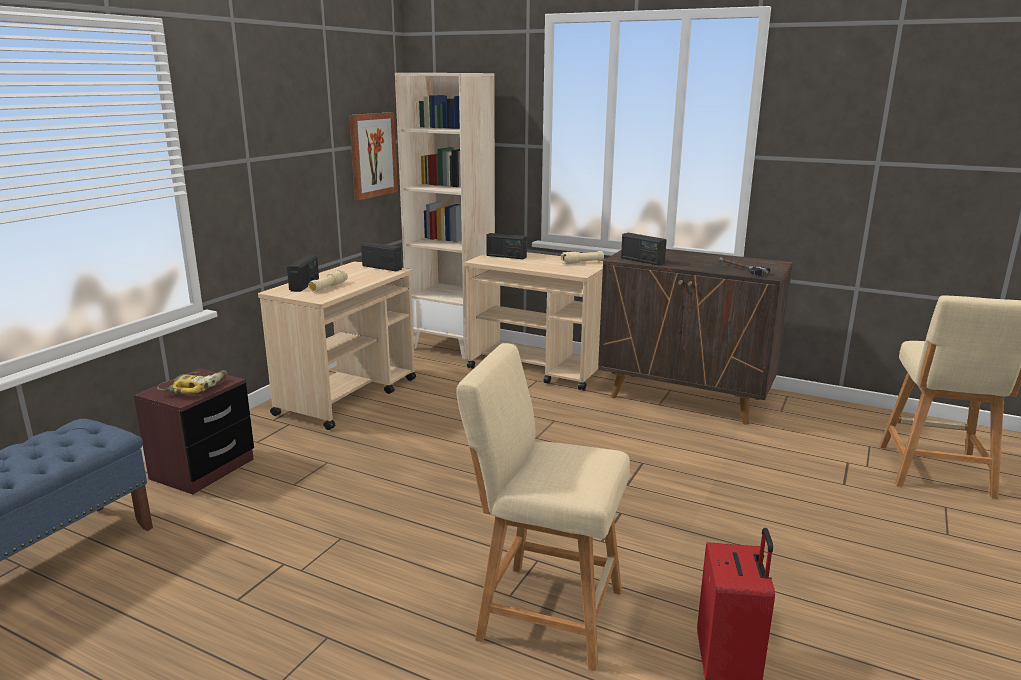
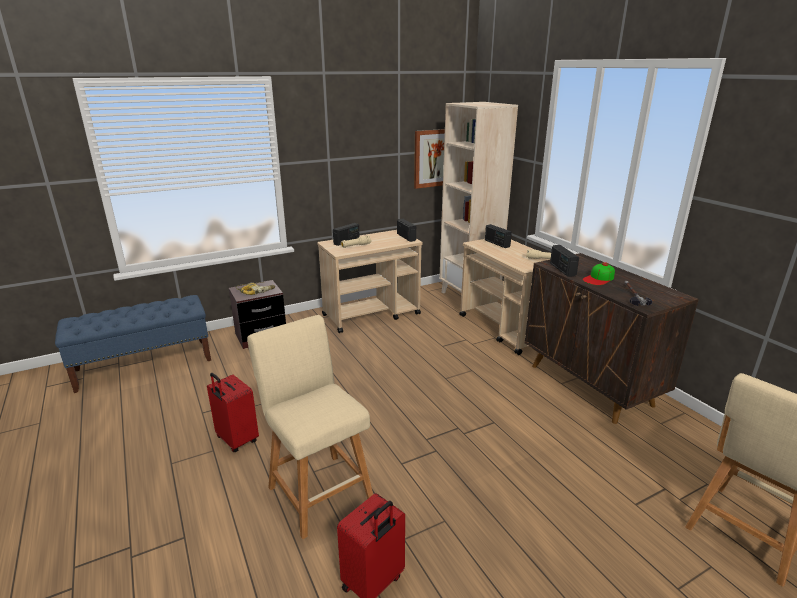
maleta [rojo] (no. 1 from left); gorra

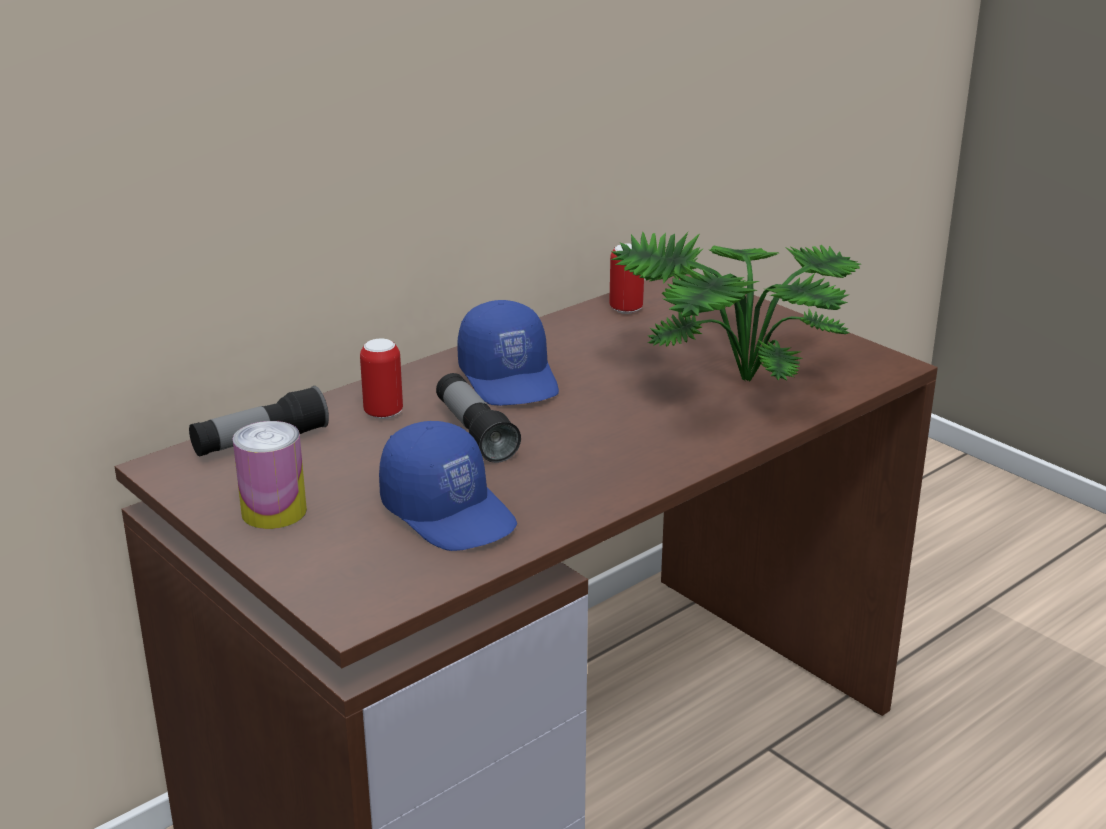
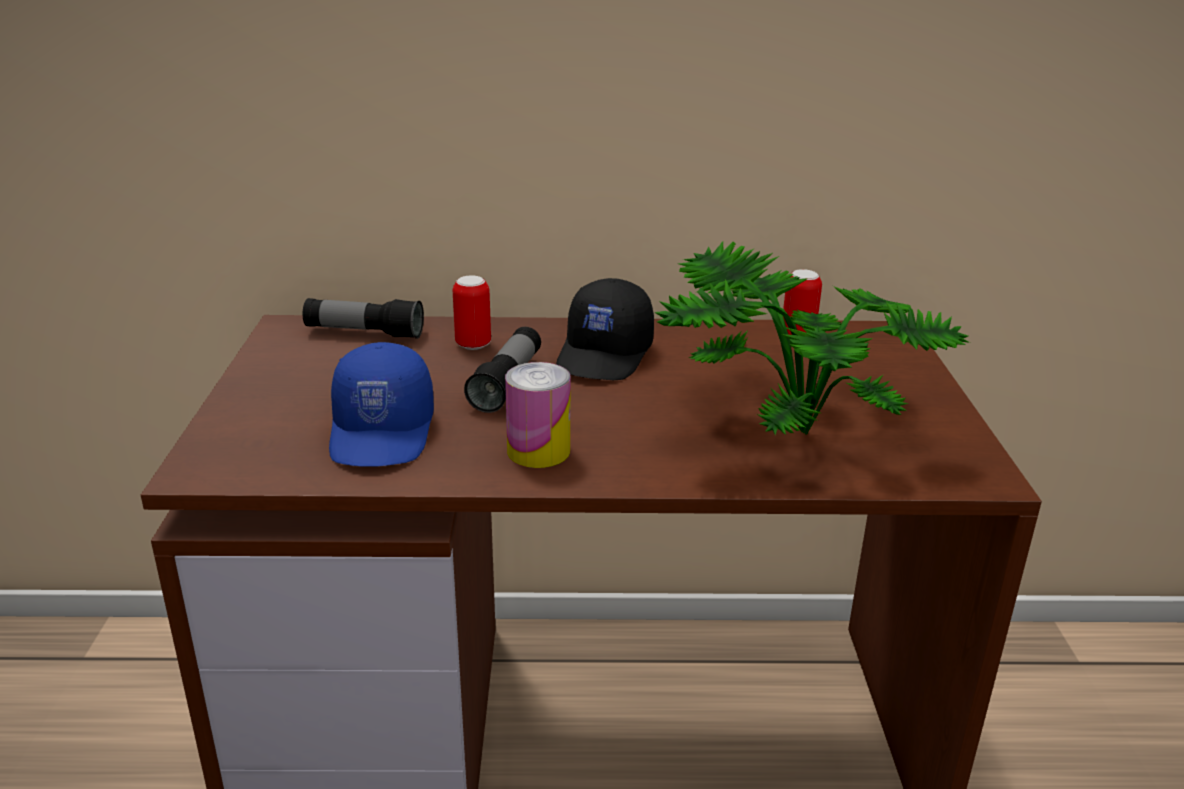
lata (no. 2 from left); gorra [negro]

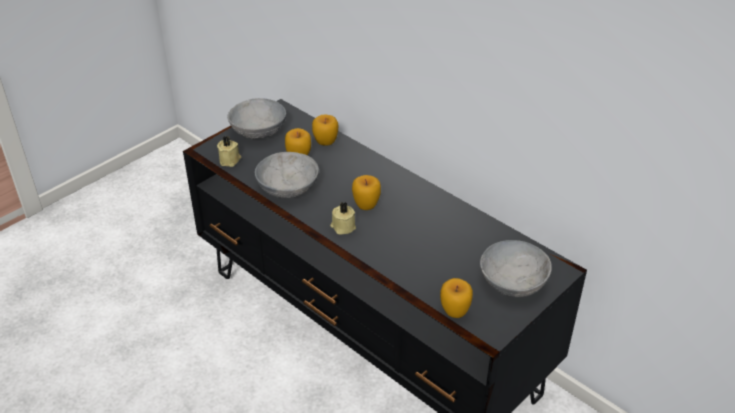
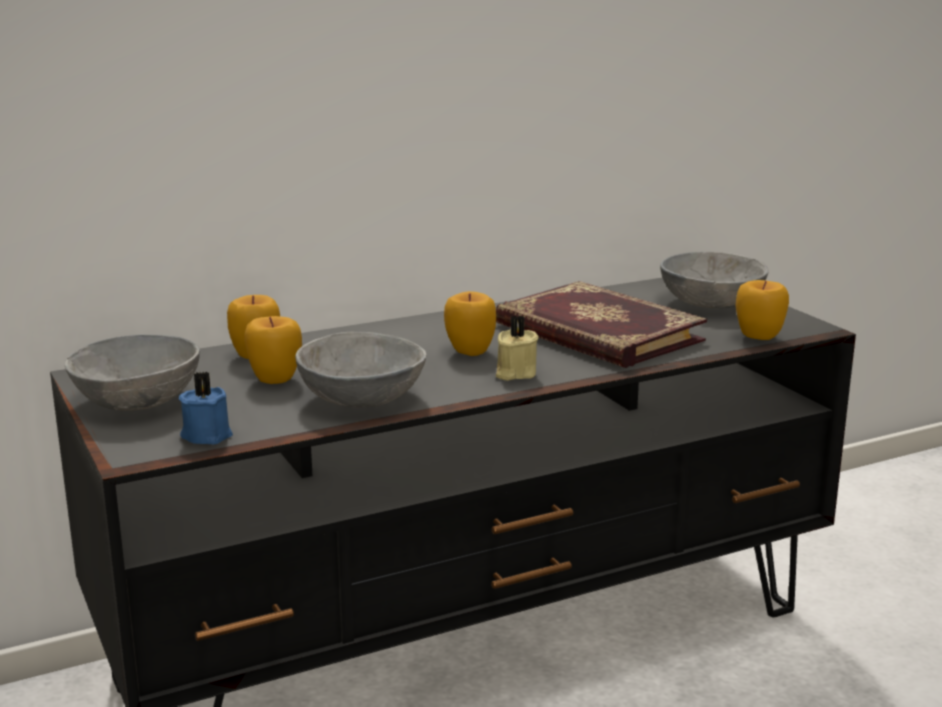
vela [azul]; libro

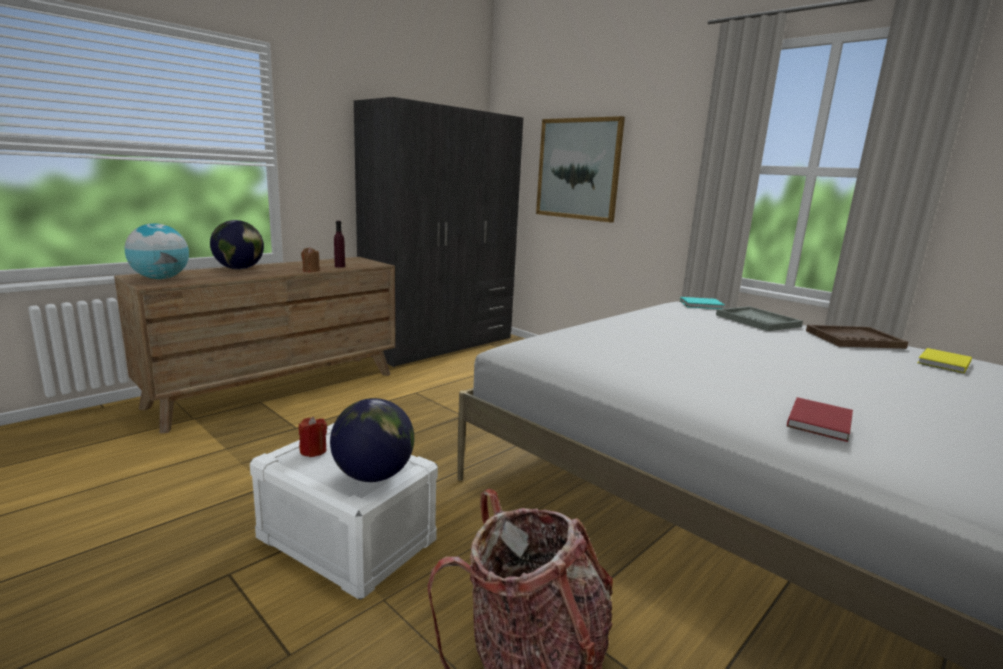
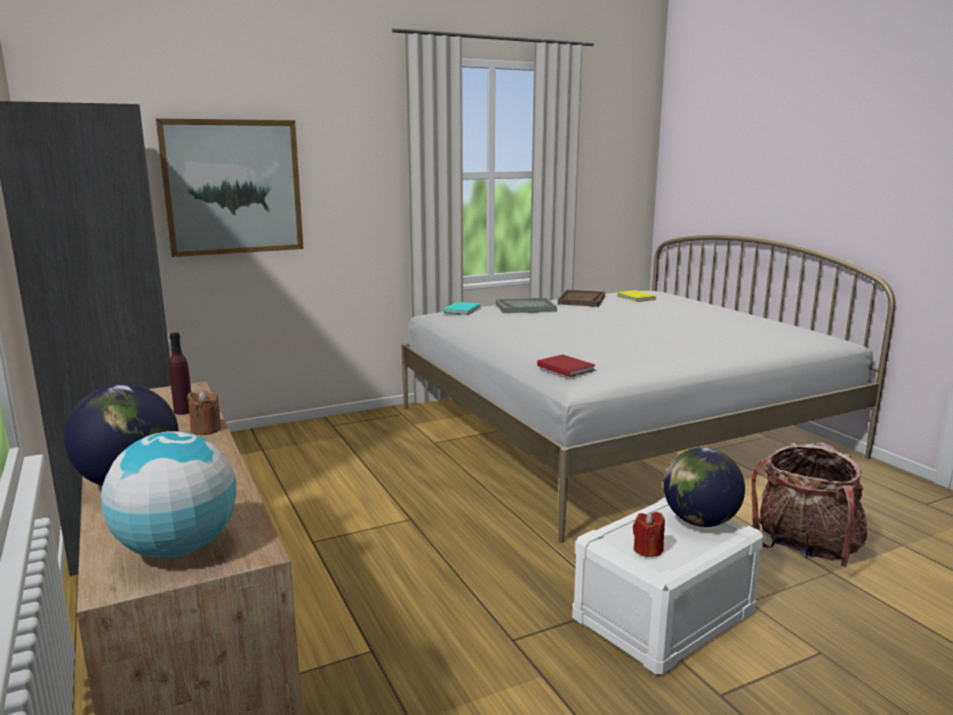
libro [rojo]

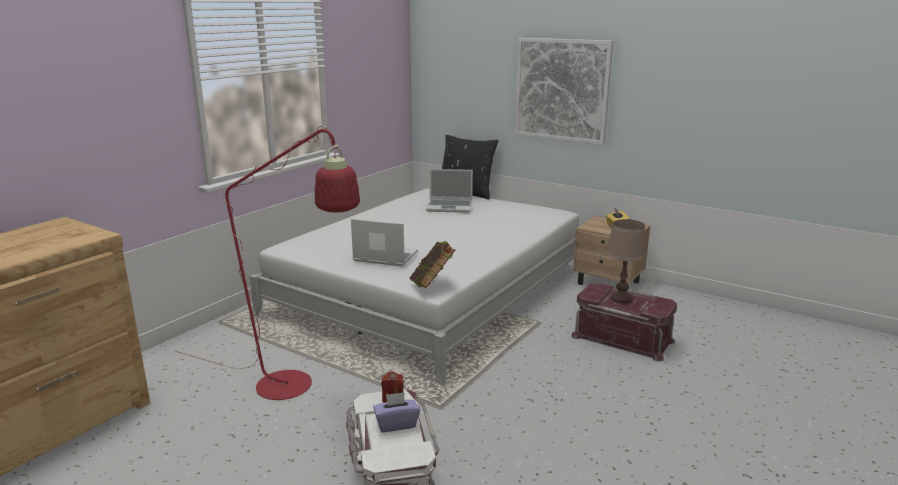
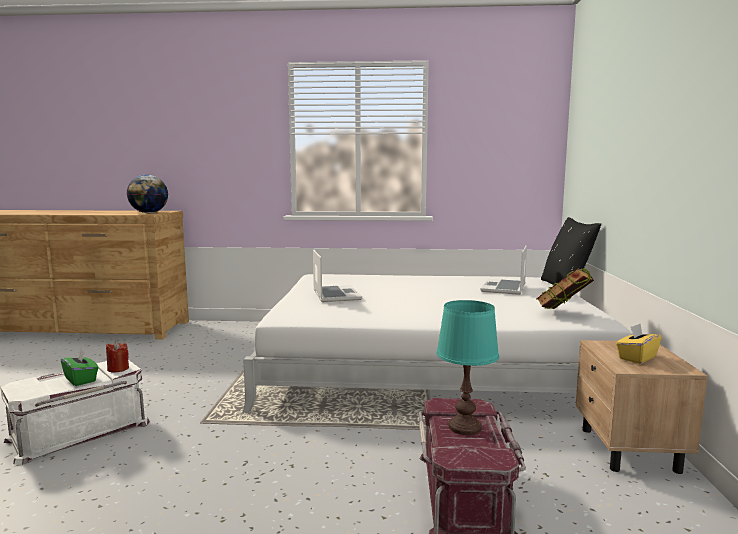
lámpara de pie [rojo]; caja de pañuelos [verde]; libro; portátil (no. 2 from left); cuadro; lámpara de mesa [turquesa]; globo terráqueo

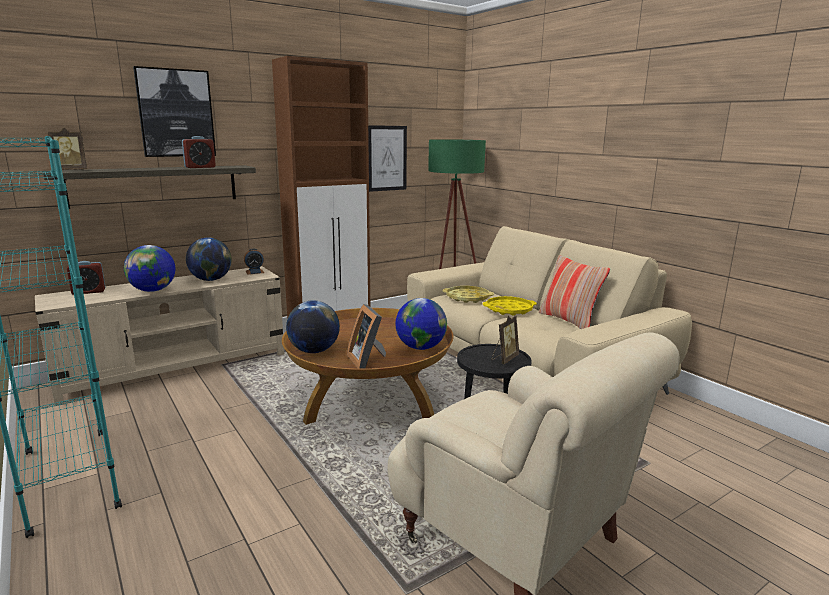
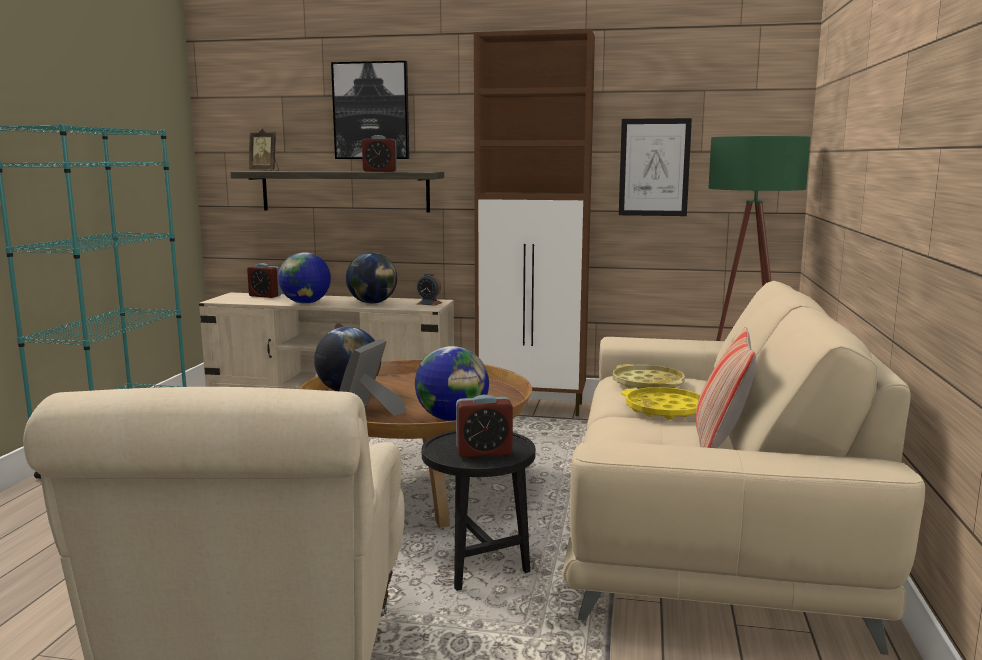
despertador (no. 4 from left)

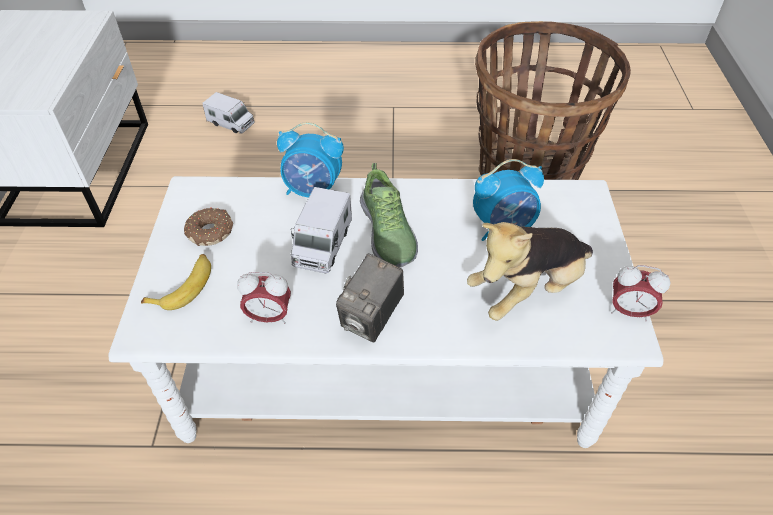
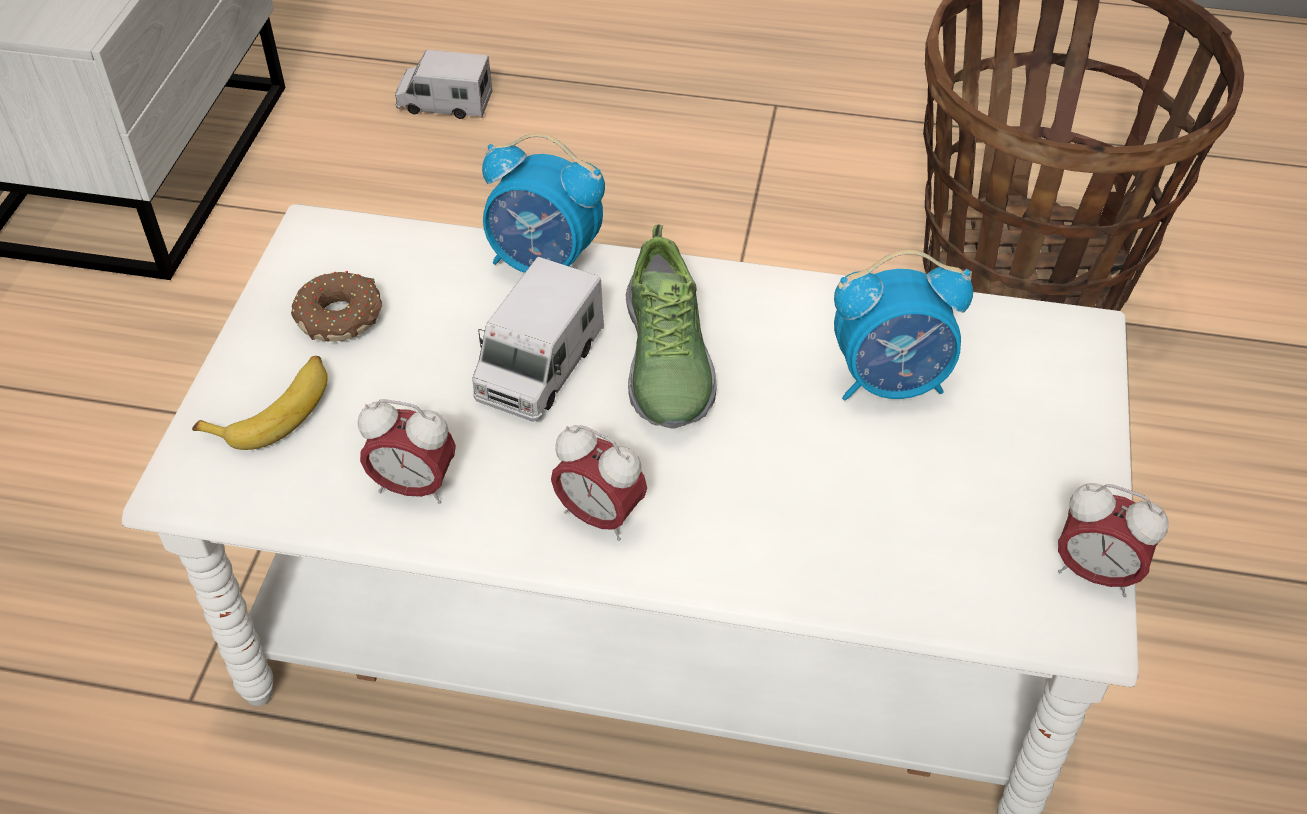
camión de juguete (no. 1 from left); despertador (no. 3 from left); peluche

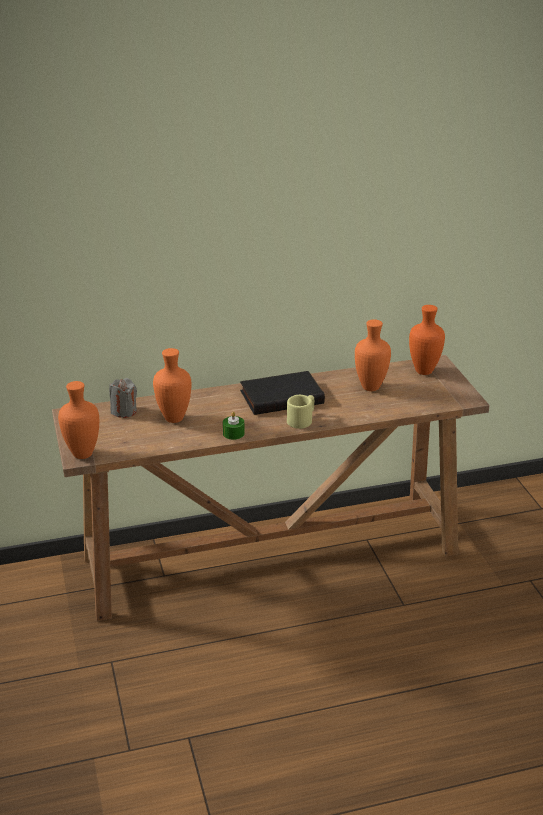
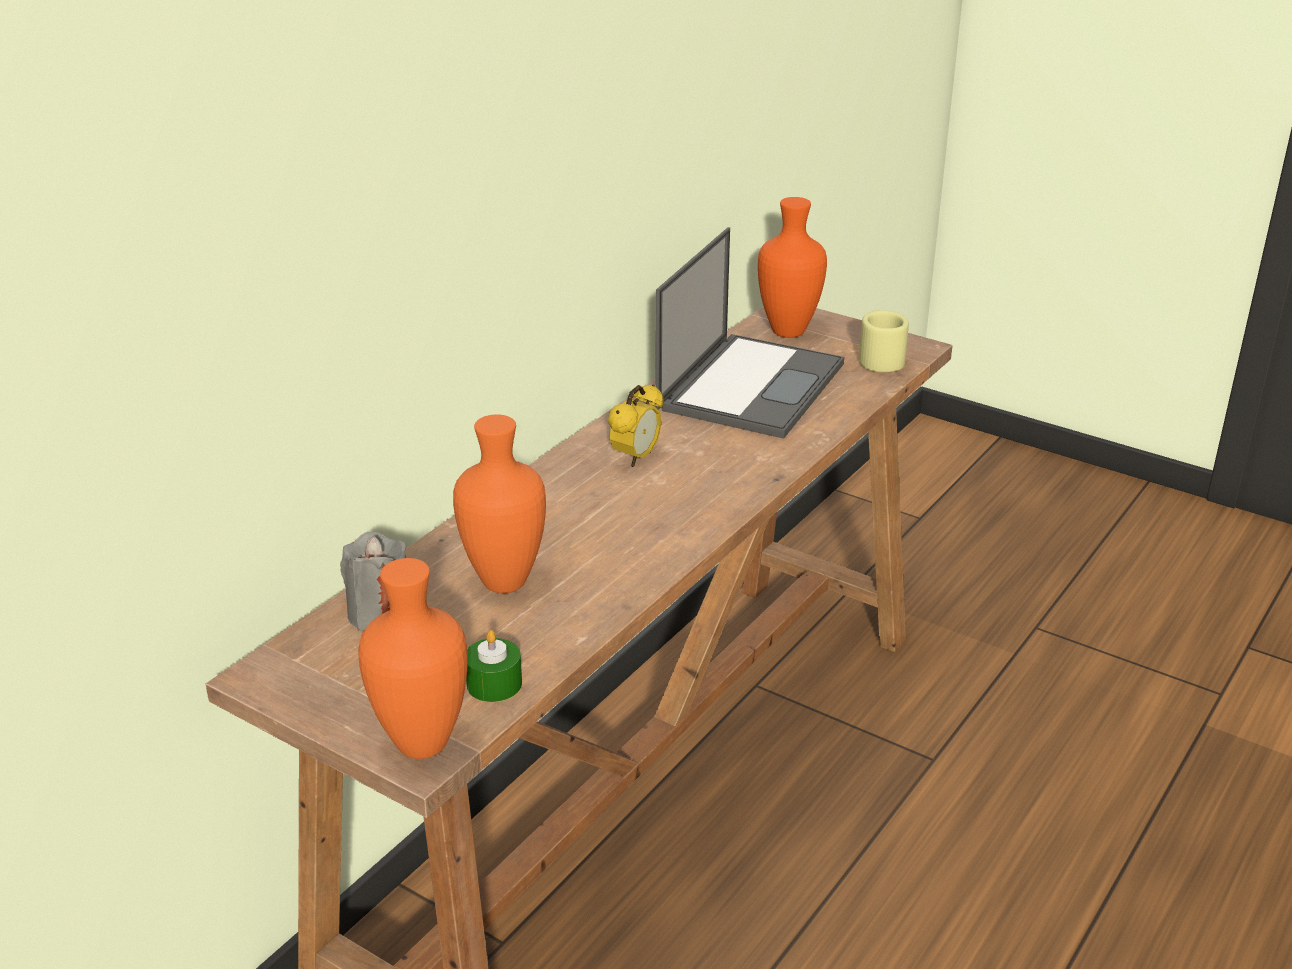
vela [verde]; despertador; taza grande [beis]; portátil

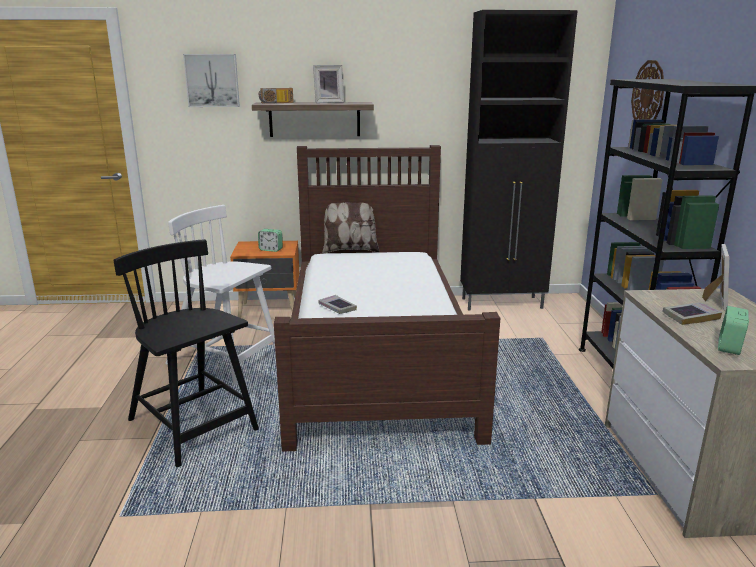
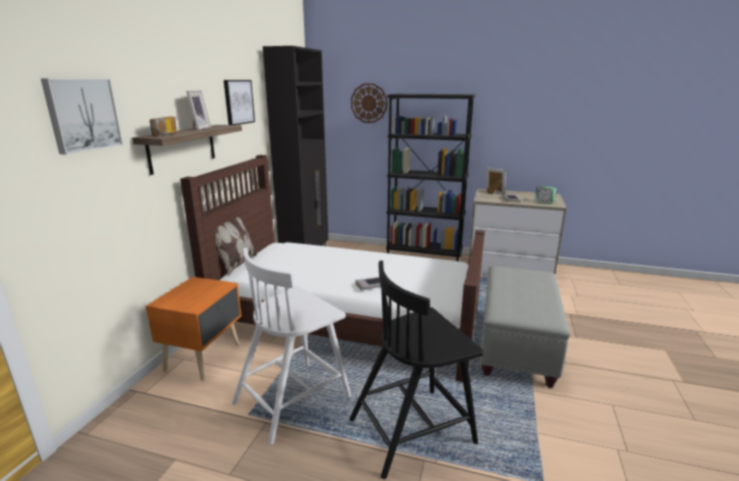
despertador (no. 1 from left in the first image); cuadro (no. 2 from left); puf [gris]

